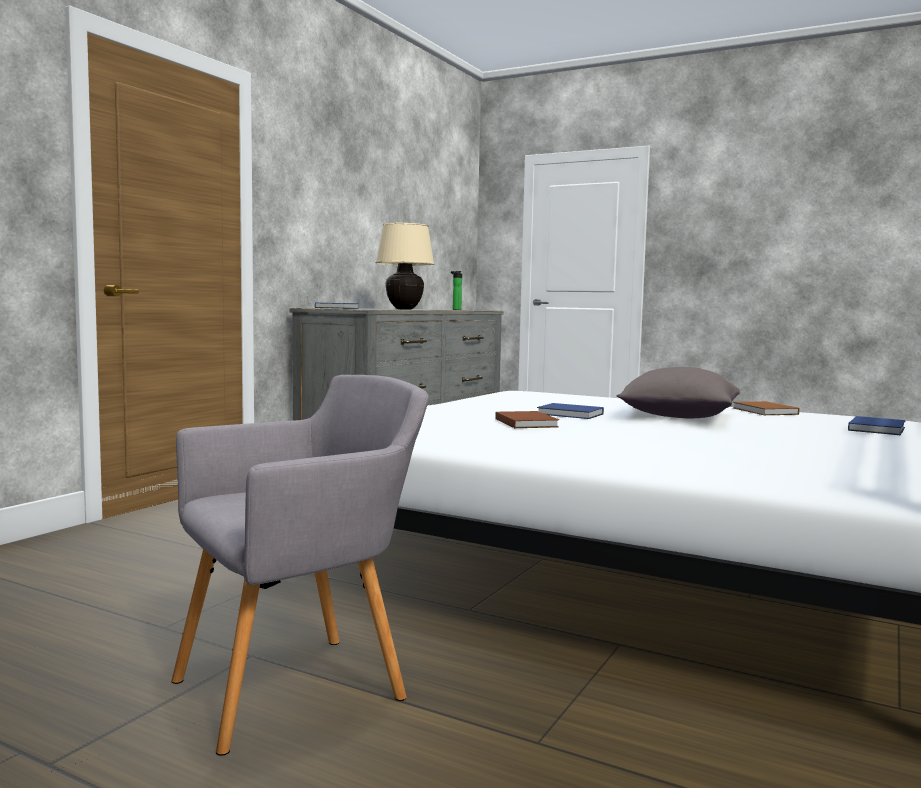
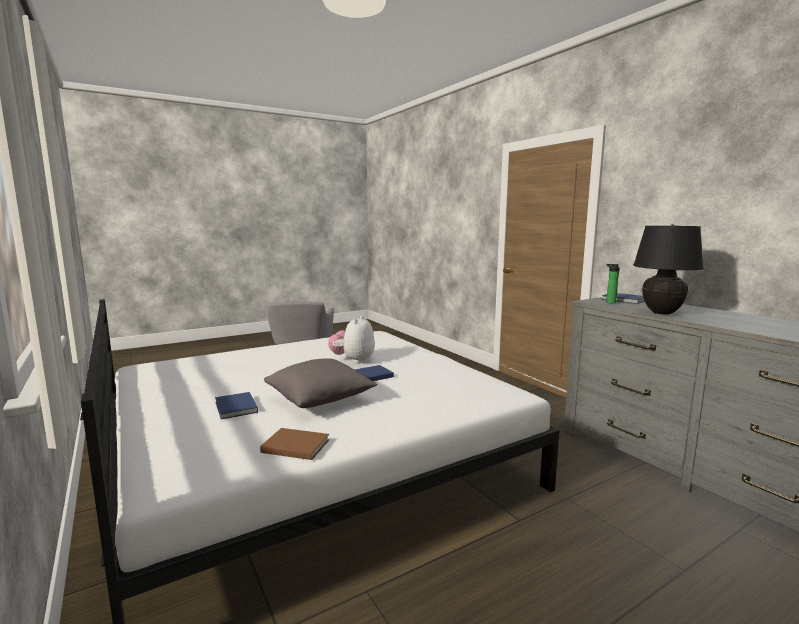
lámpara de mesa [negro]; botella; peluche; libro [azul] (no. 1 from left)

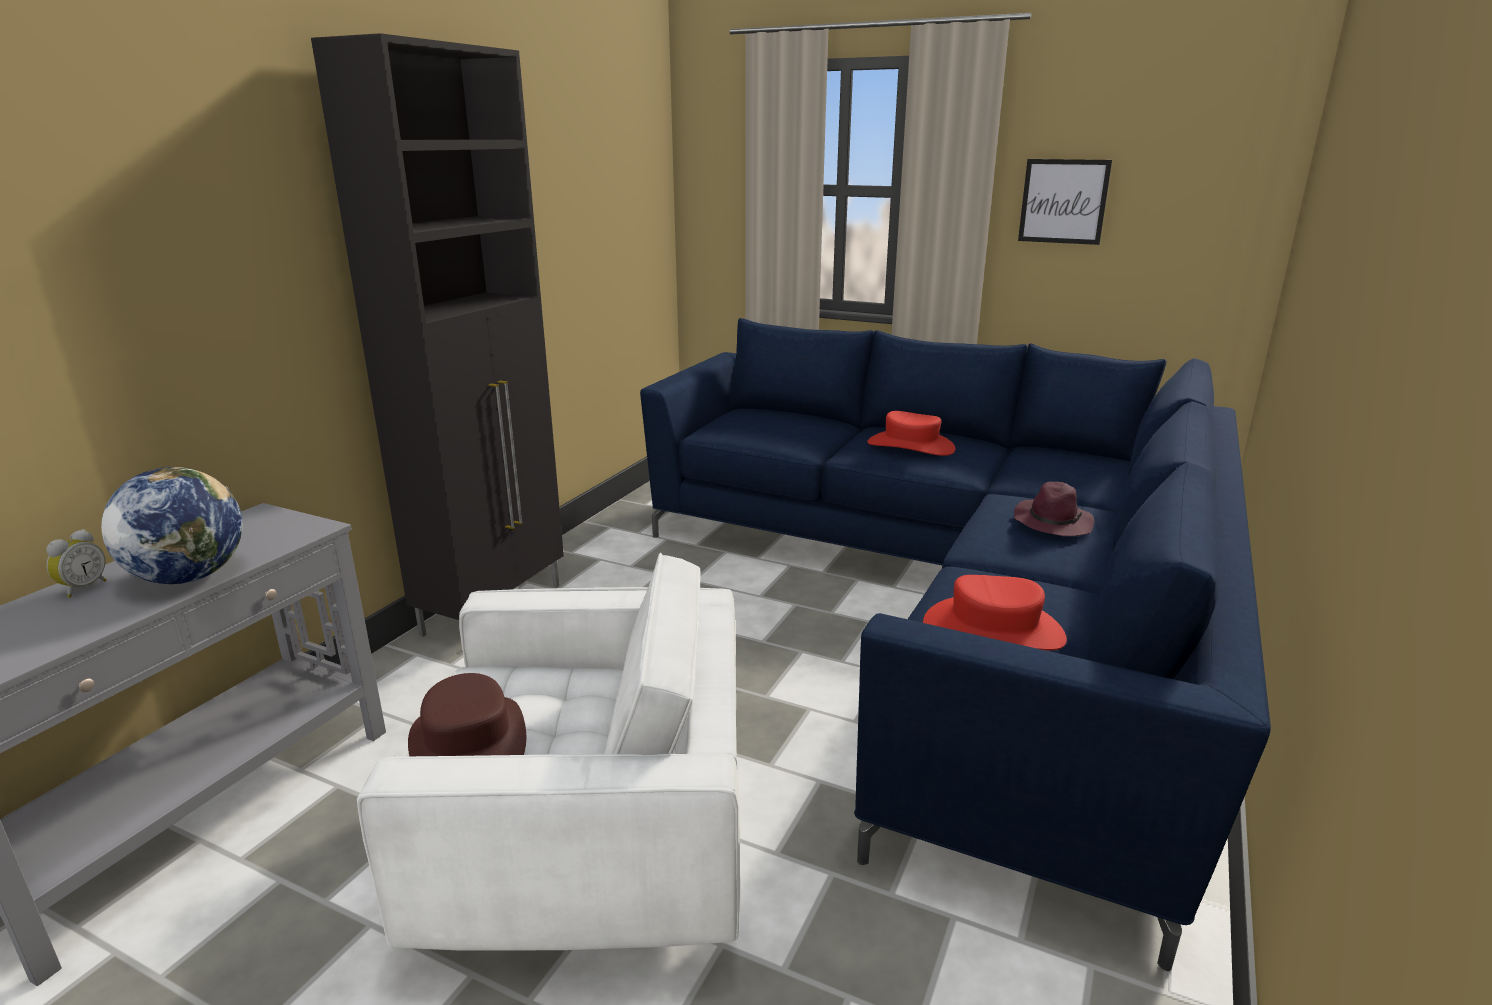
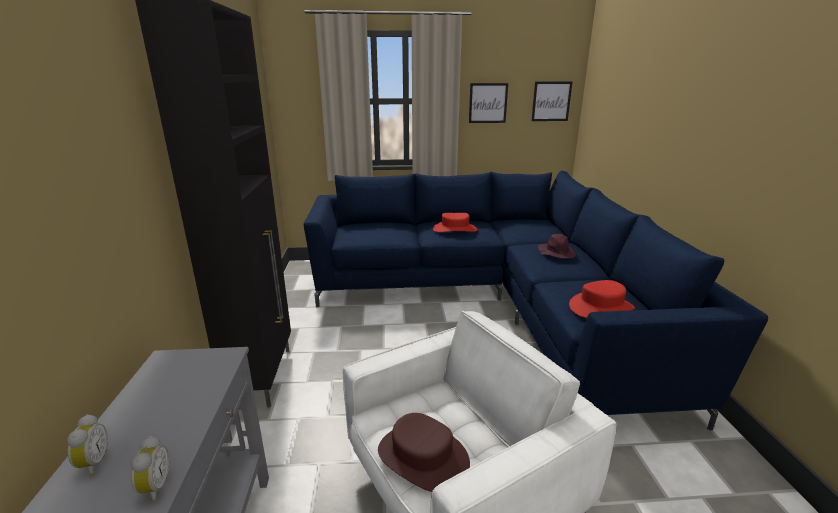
globo terráqueo; despertador (no. 2 from left); cuadro (no. 2 from left)

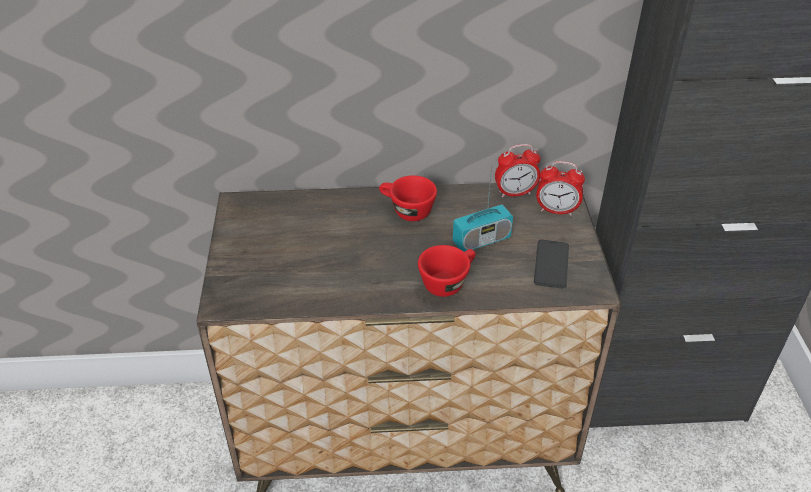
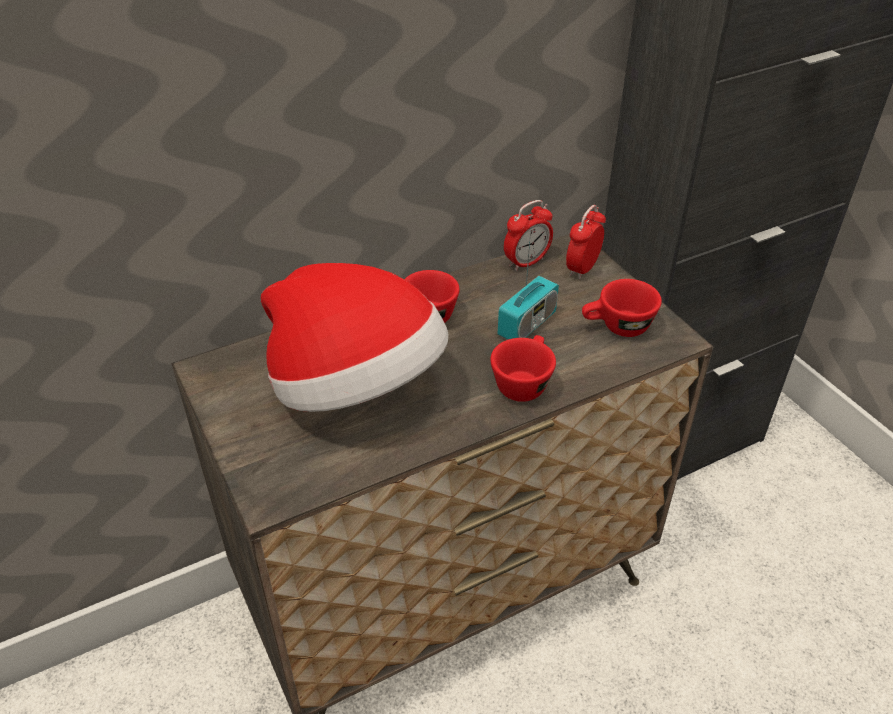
taza [rojo] (no. 3 from left); despertador (no. 2 from left); sombrero

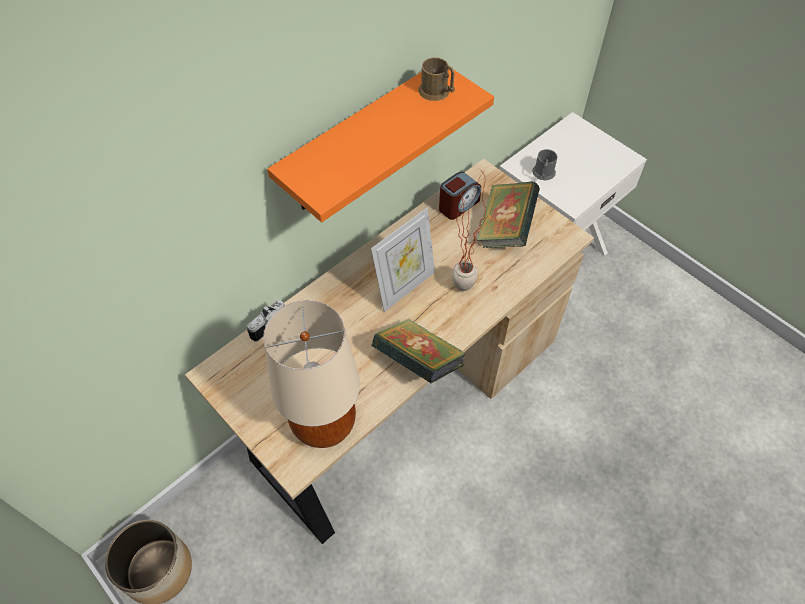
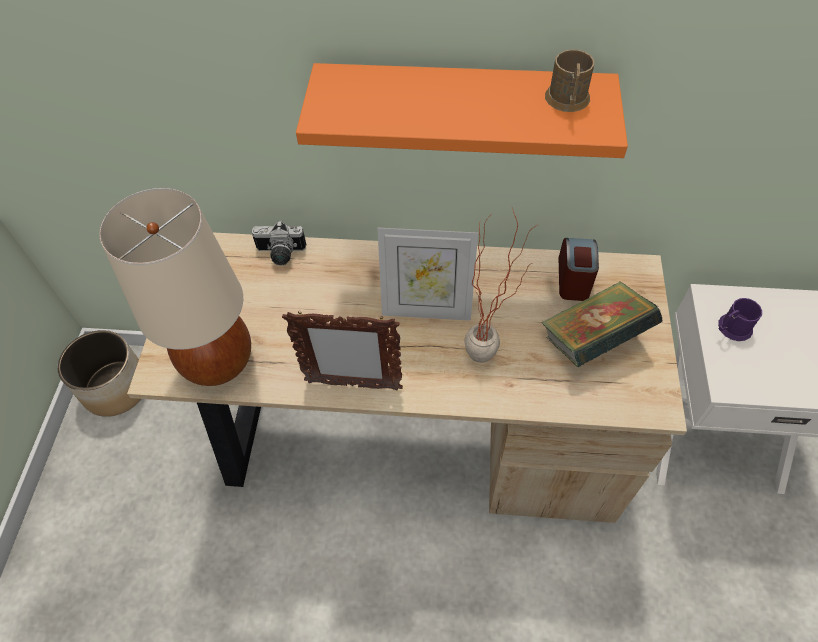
portarretratos (no. 1 from left); despertador; taza grande [morado]

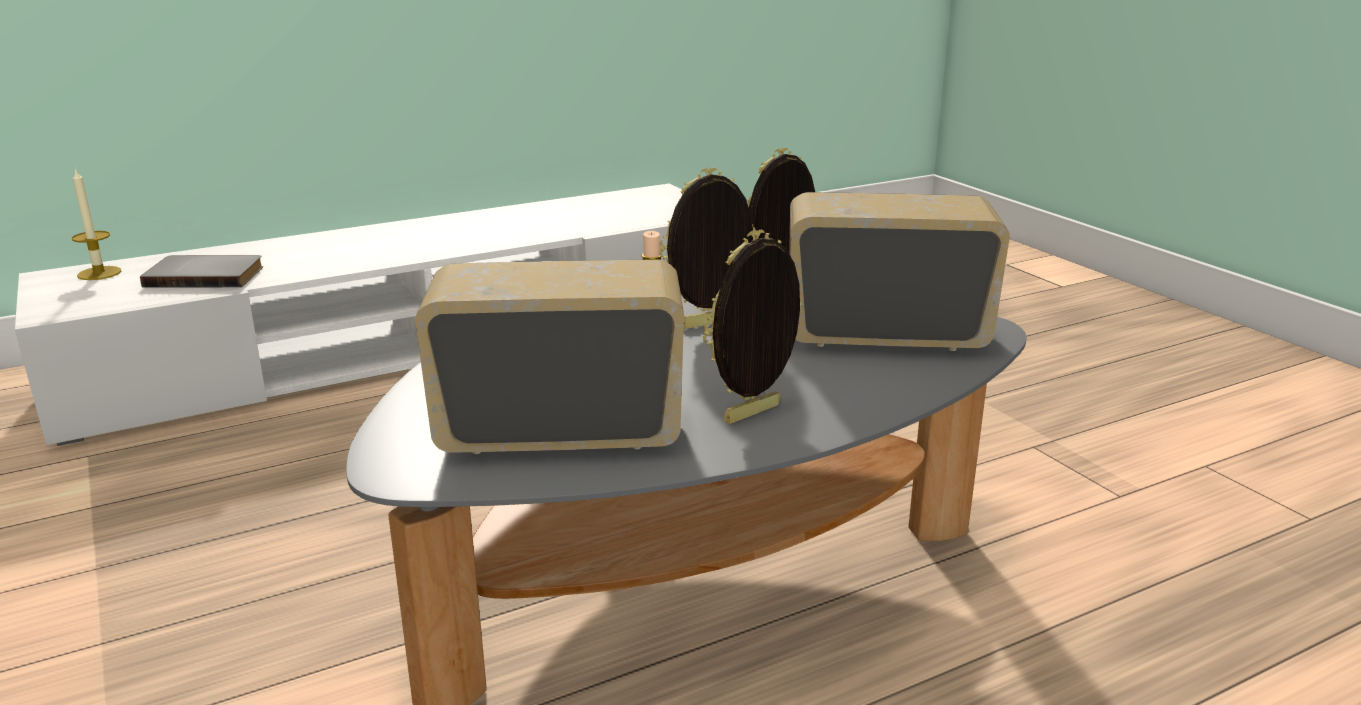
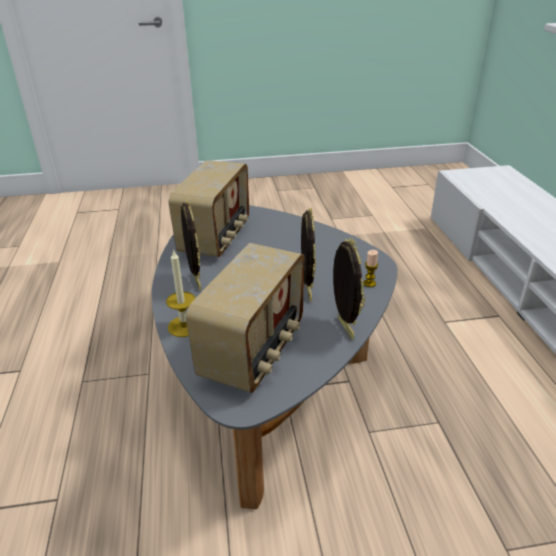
vela (no. 1 from left); libro [gris]

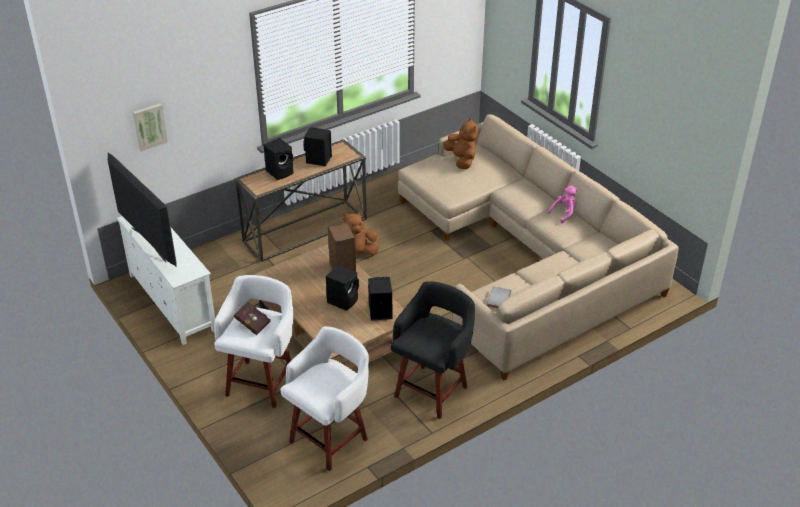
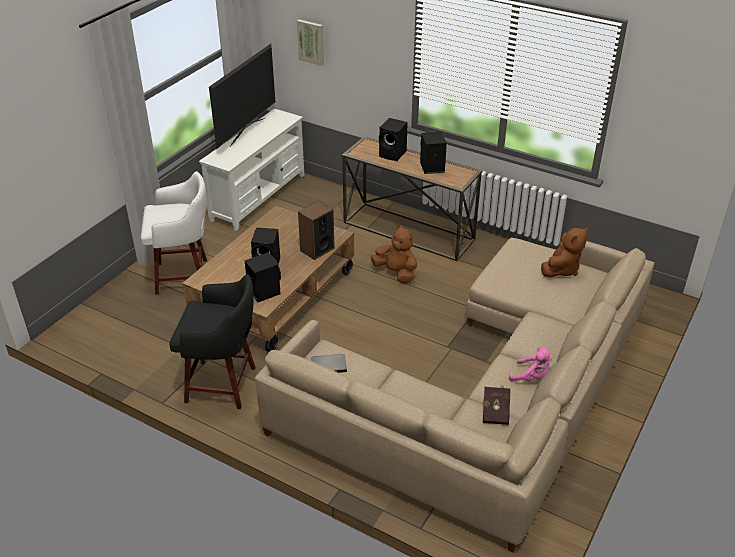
libro [rojo]; taburete [blanco] (no. 2 from left in the first image)

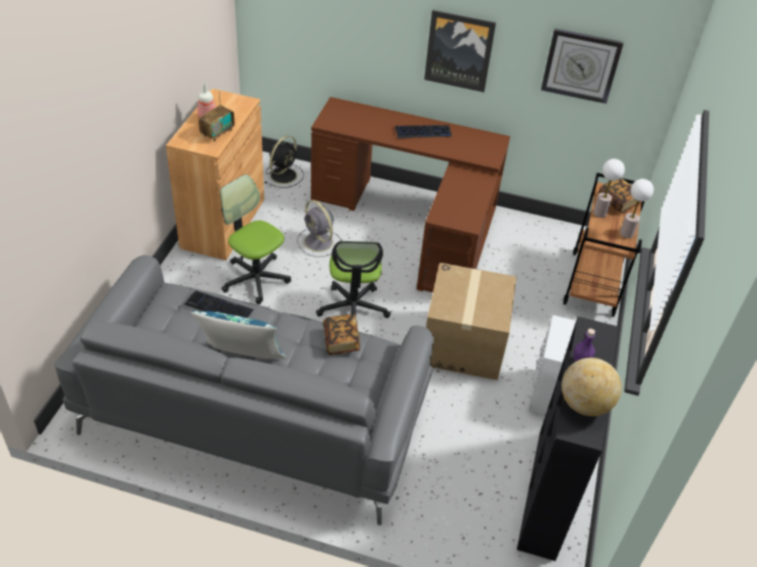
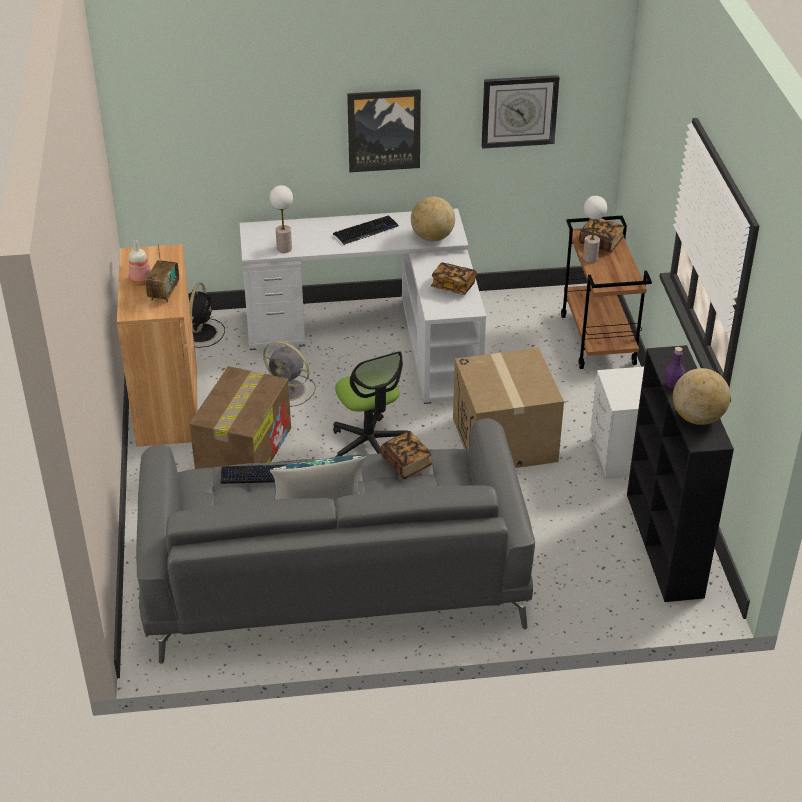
caja de cartón (no. 1 from left); escritorio [blanco]; lámpara de mesa (no. 1 from left); globo terráqueo (no. 1 from left); libro (no. 2 from left)

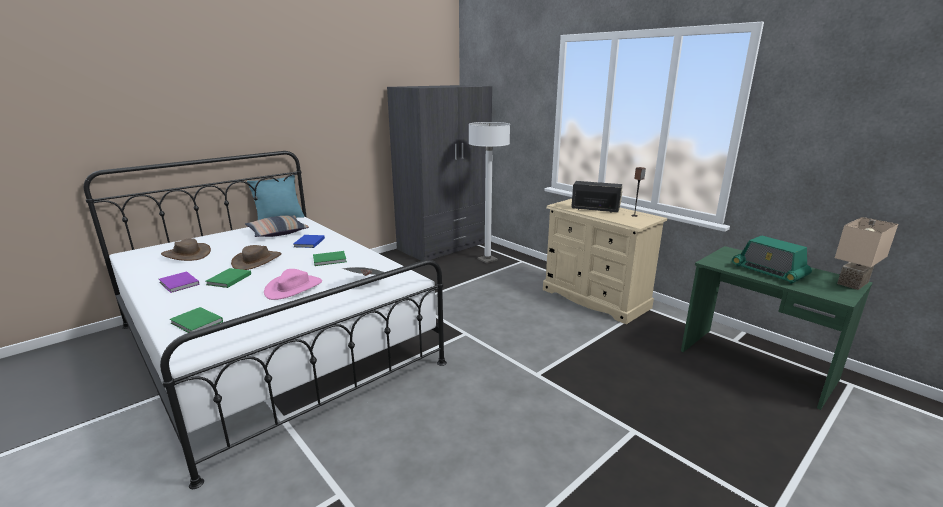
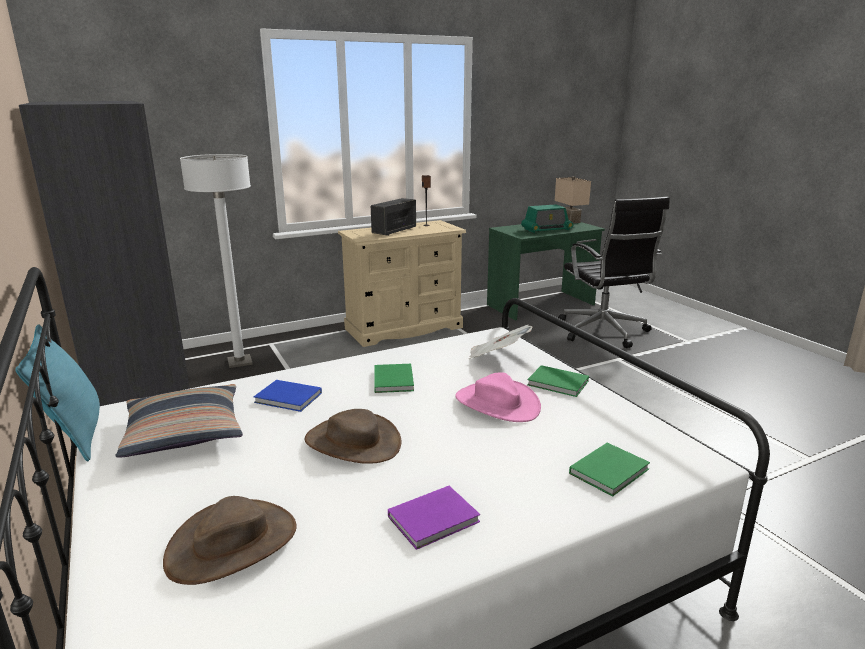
libro [verde] (no. 2 from left); silla de oficina [negro]

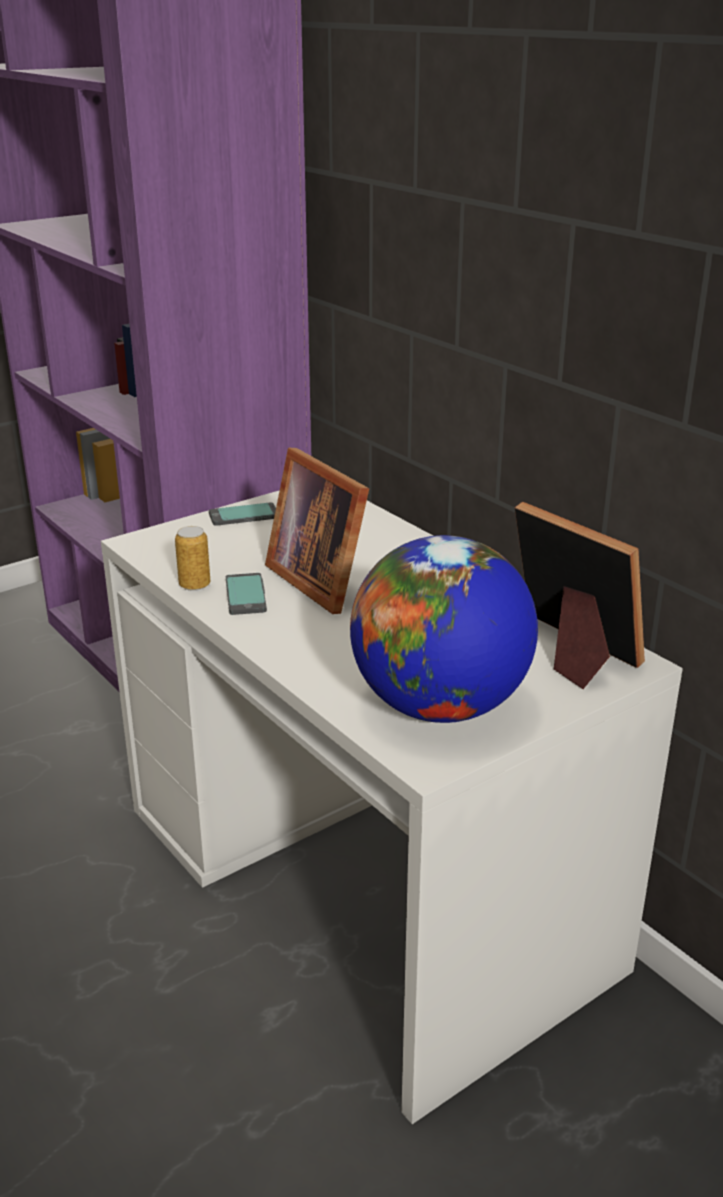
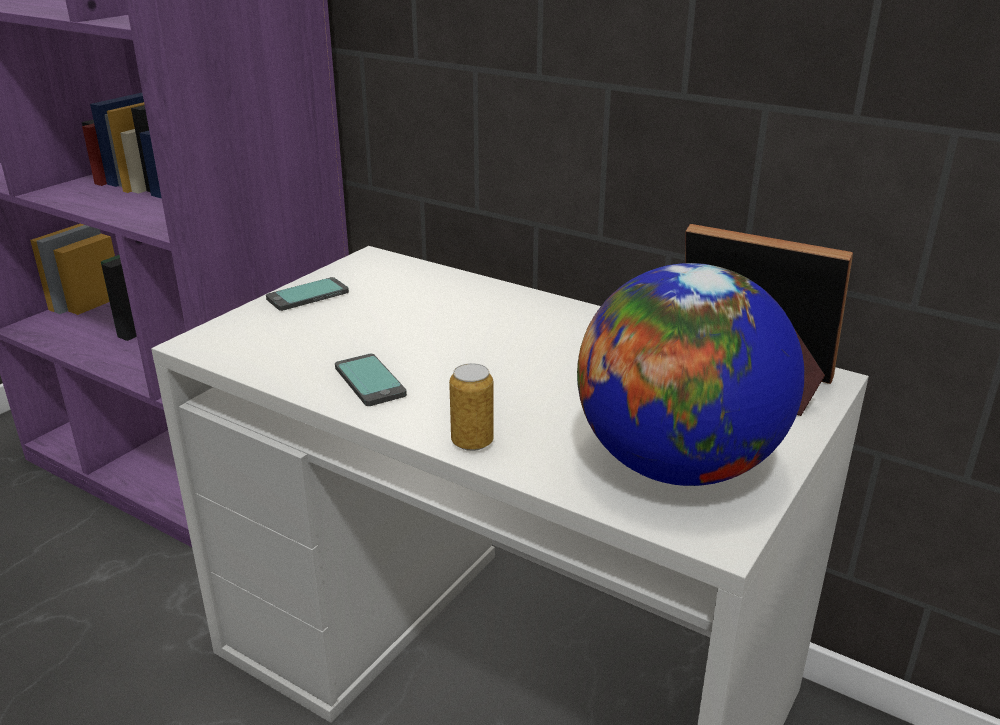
lata; portarretratos (no. 1 from left in the first image)

